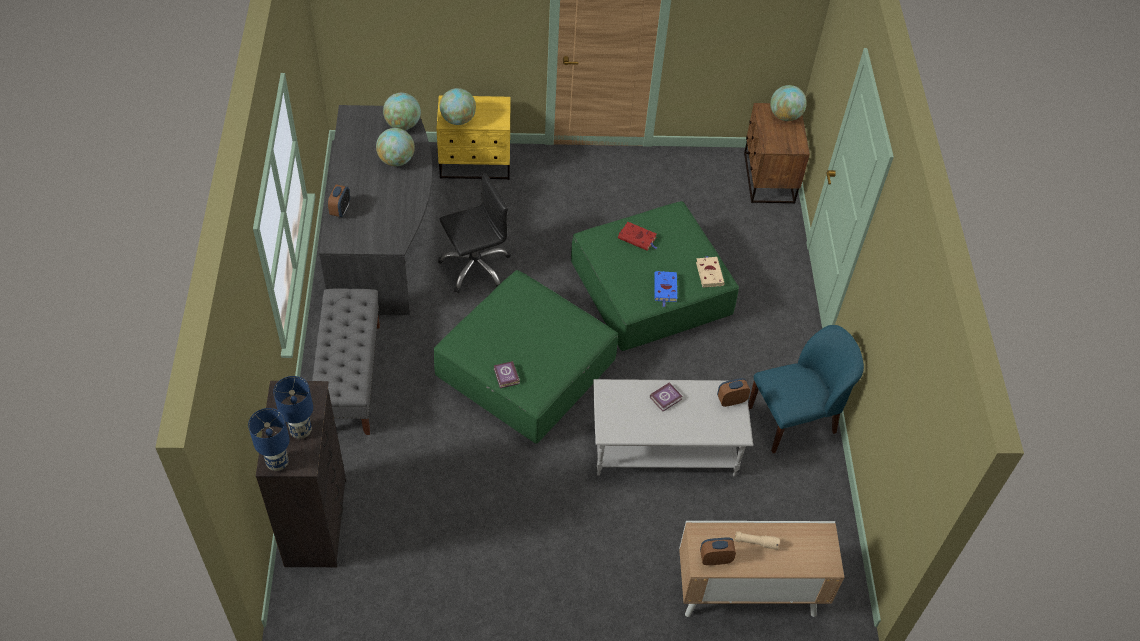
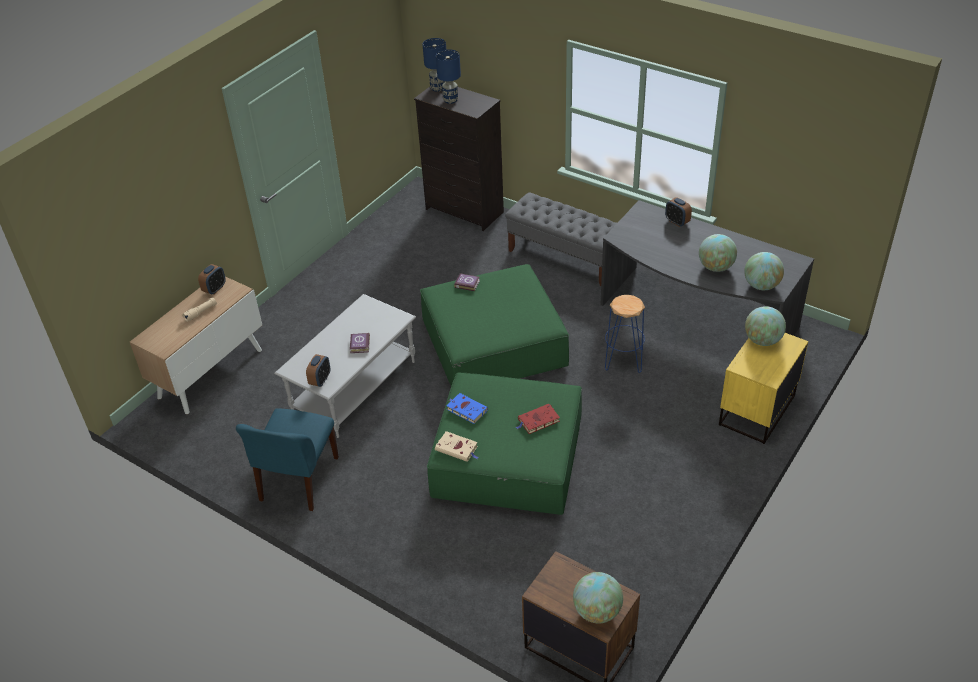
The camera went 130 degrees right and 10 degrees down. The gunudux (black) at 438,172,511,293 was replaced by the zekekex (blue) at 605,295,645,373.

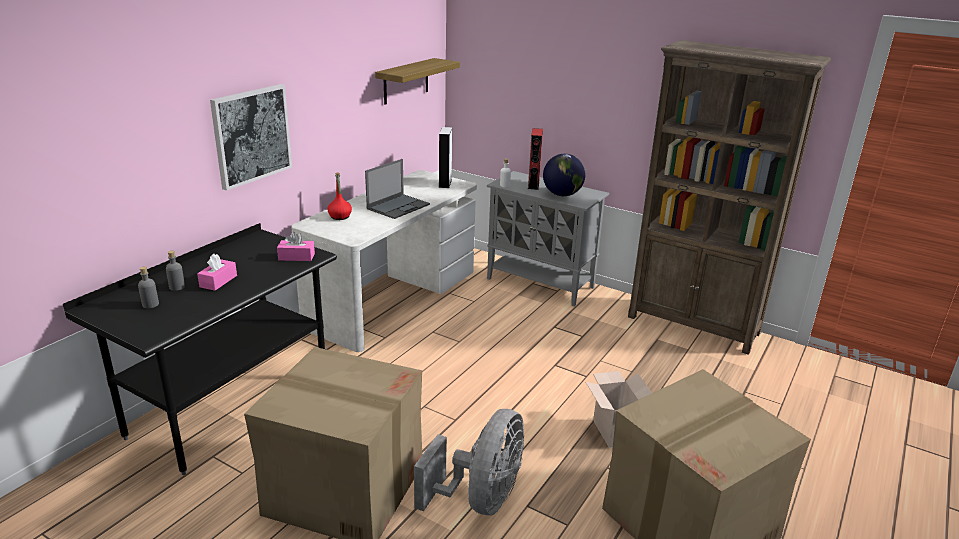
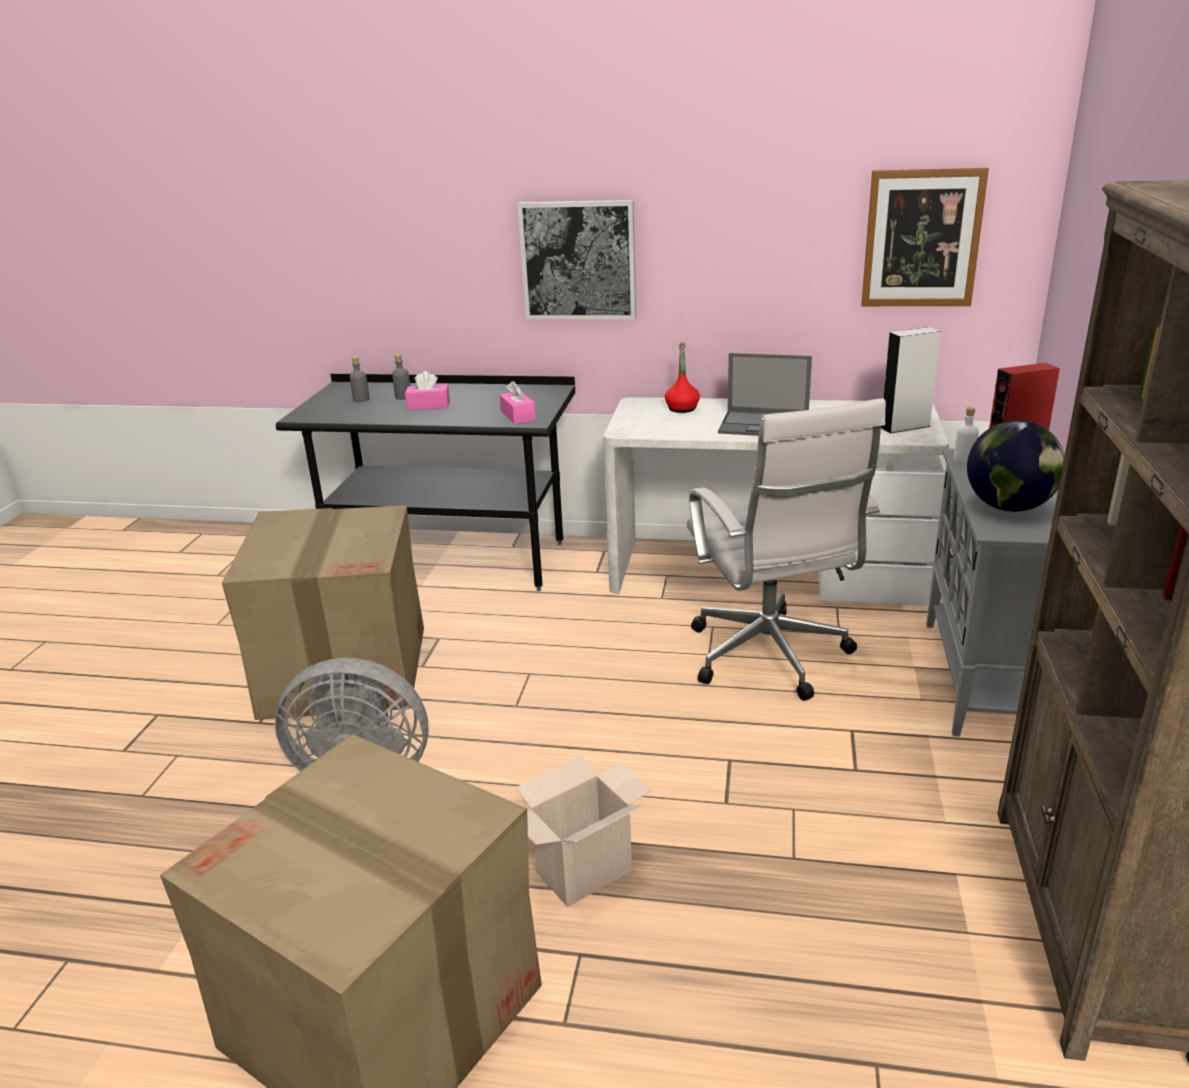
The camera went 70 degrees right and 0 degrees up. The gunudux (white) at 687,398,886,701 appeared. The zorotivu at 375,58,460,105 was replaced by the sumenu at 861,168,989,306.

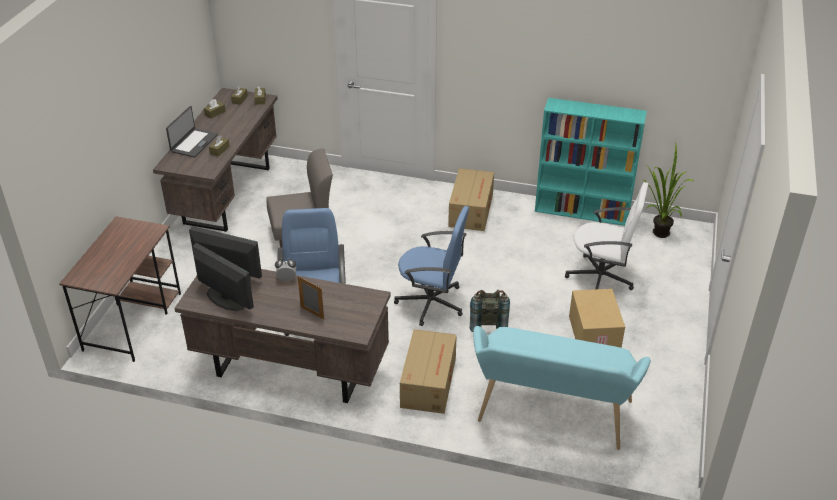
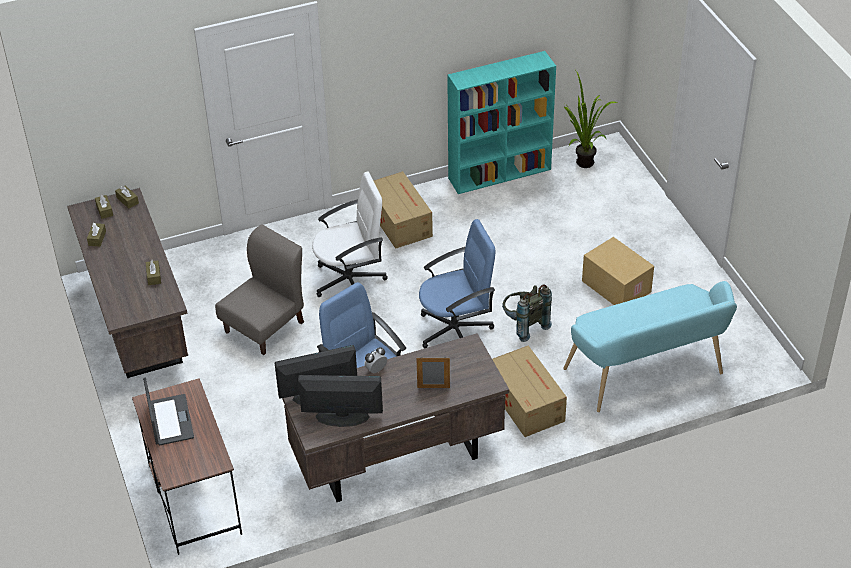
The camera went 35 degrees left and 5 degrees up. The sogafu moved from 166,106,218,158 to 143,378,194,446. The gunudux (white) moved from 565,182,648,290 to 312,172,388,297.

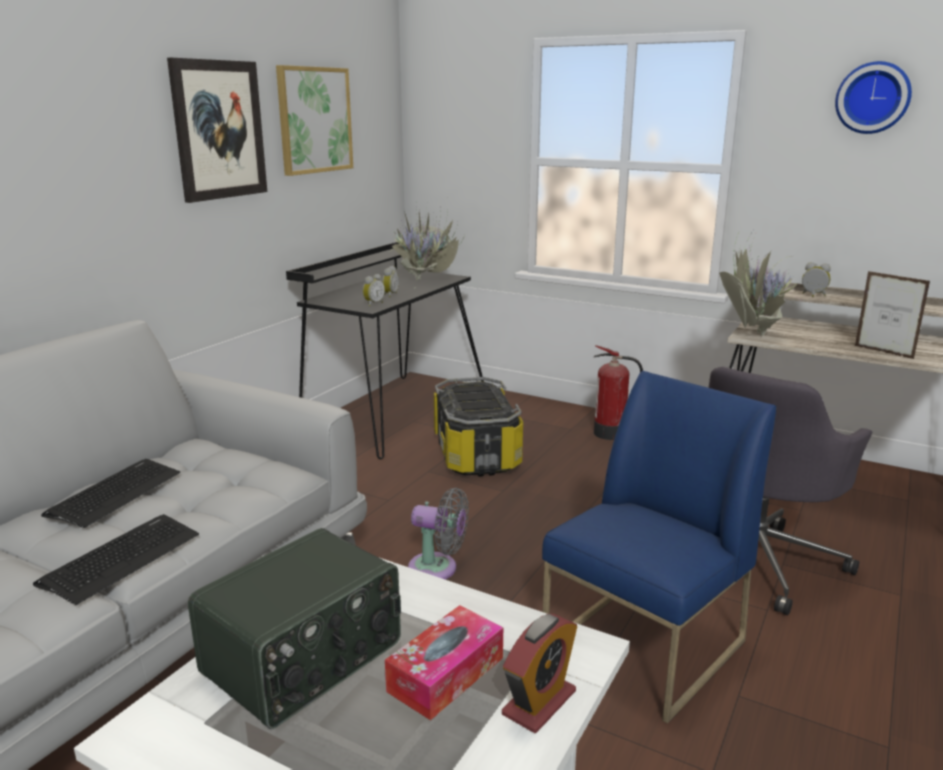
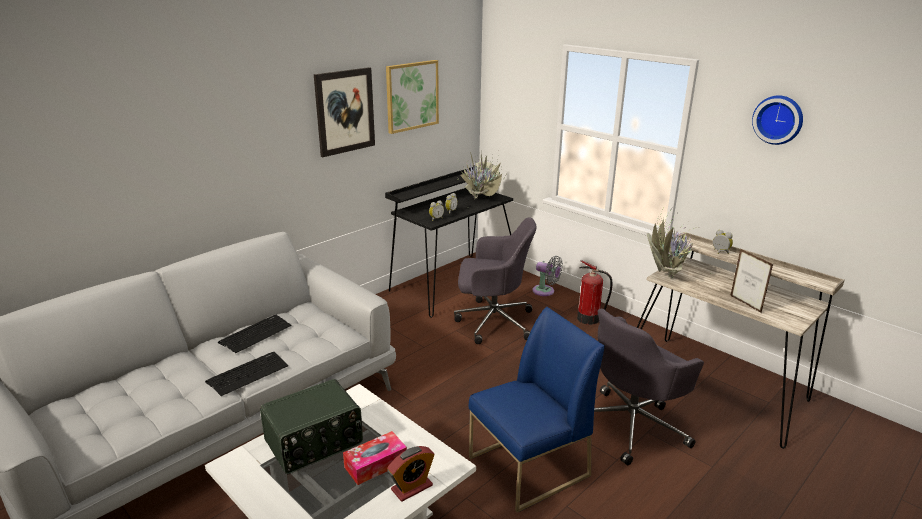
The camera went 15 degrees right and 5 degrees up. The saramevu at 434,377,523,477 was replaced by the gunudux (grey) at 454,217,537,344. The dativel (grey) moved from 408,488,469,579 to 532,256,563,296.

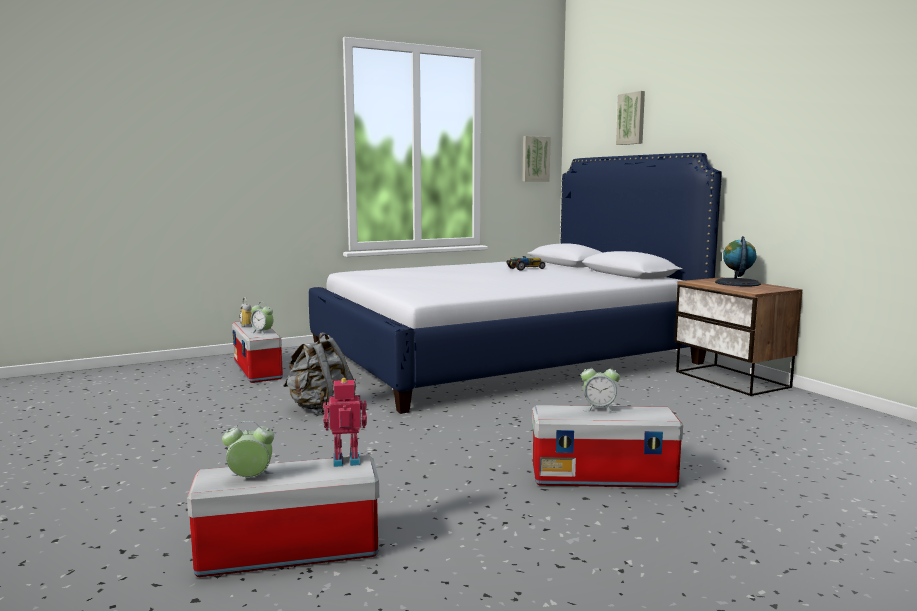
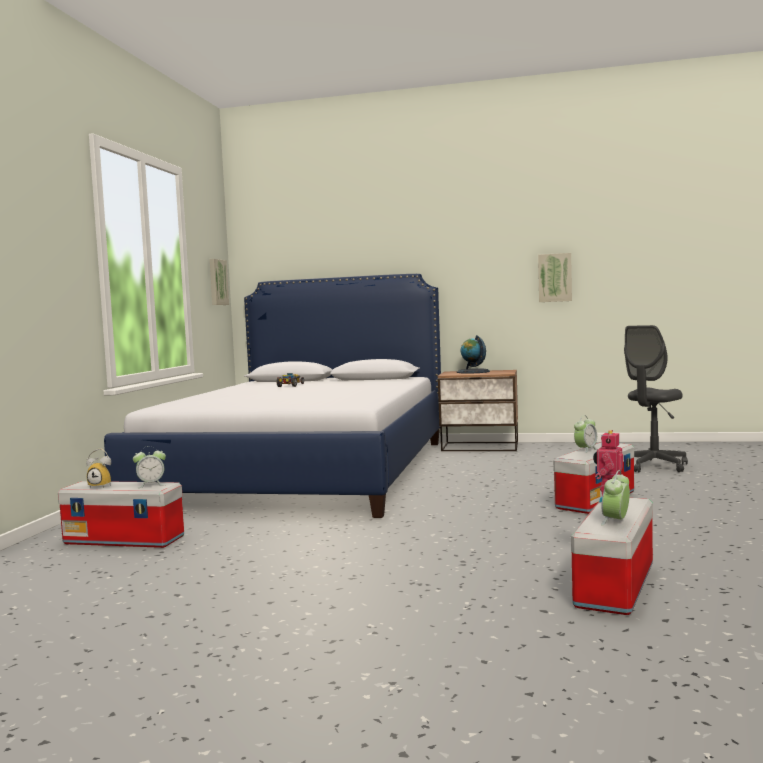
The camera went 50 degrees left and 5 degrees down. The sumenu moved from 616,91,645,145 to 538,253,572,302. The gunudux (grey) at 624,325,688,472 appeared. The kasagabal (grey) at 283,332,355,414 disappeared.

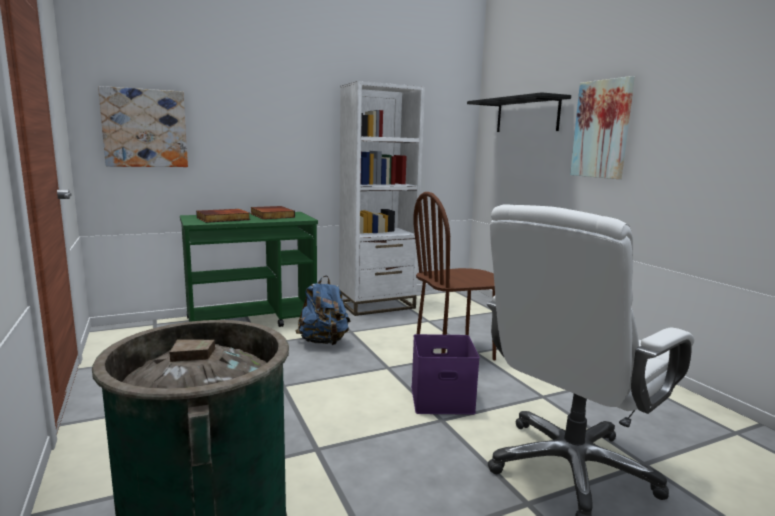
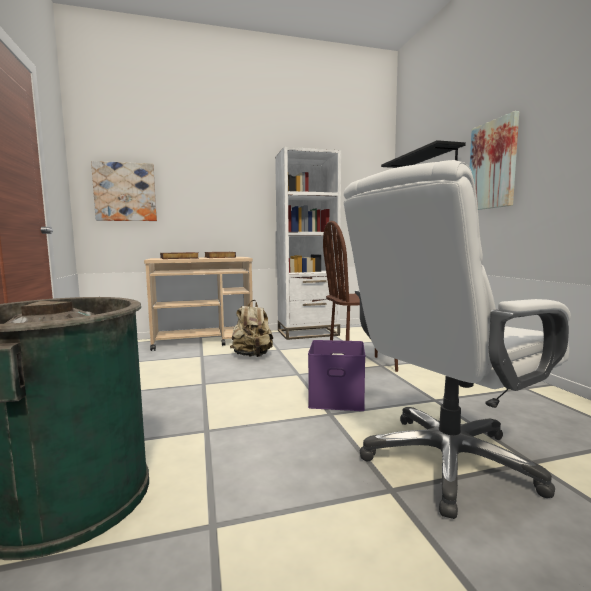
The camera went 10 degrees right and 5 degrees down. The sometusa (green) at 180,212,318,327 became the sometusa (beige) at 144,257,253,351. The kasagabal (blue) at 295,275,350,345 became the kasagabal (beige) at 230,300,273,357.

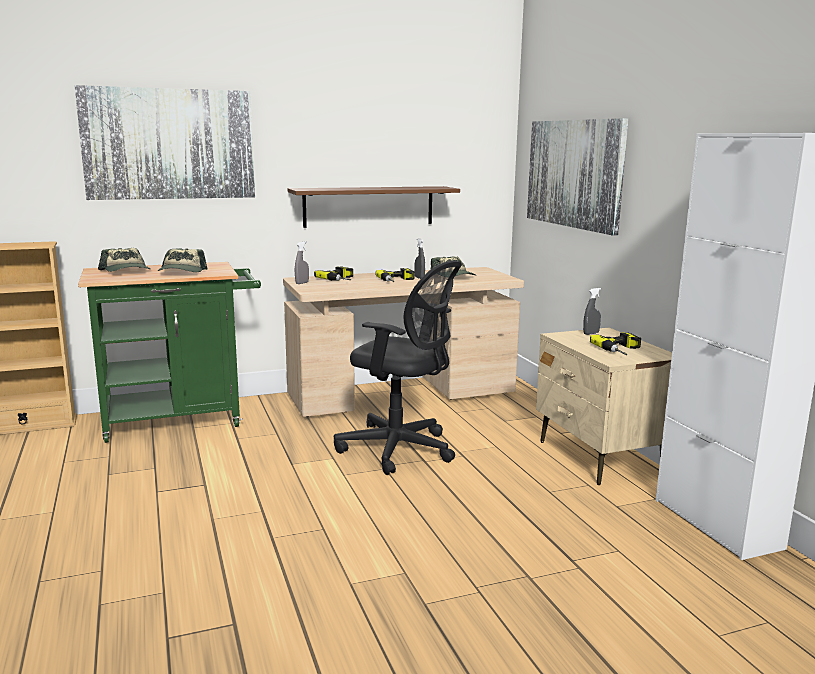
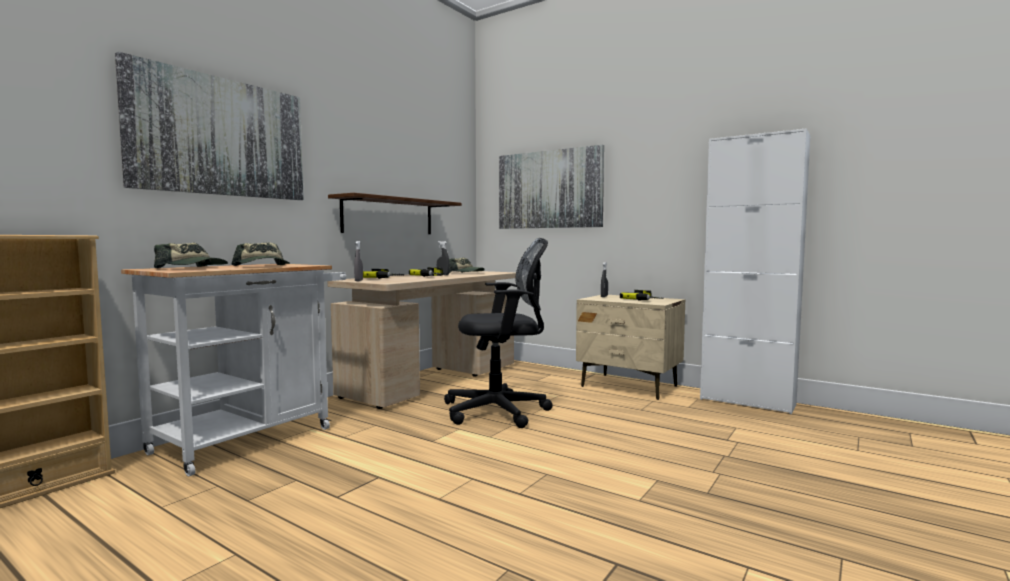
The camera went 35 degrees left and 10 degrees down. The sometusa (green) at 78,262,261,443 became the sometusa (white) at 121,264,346,476.

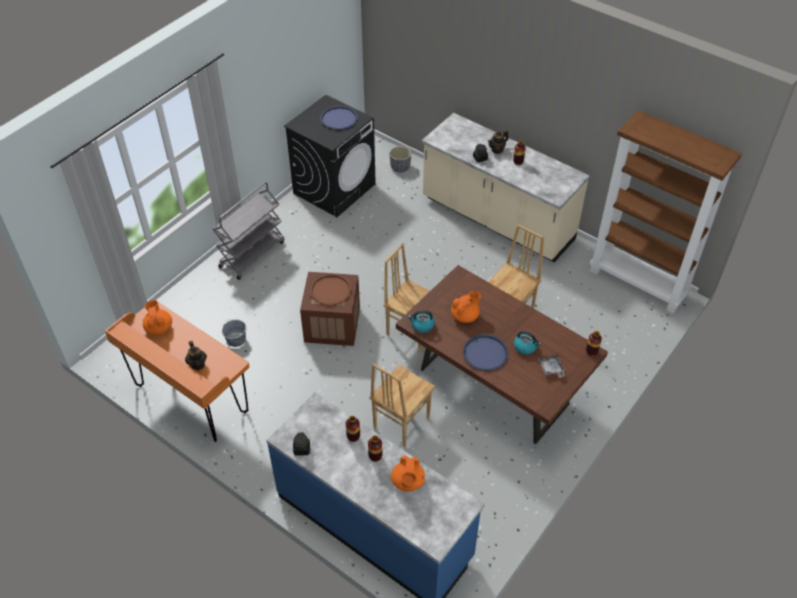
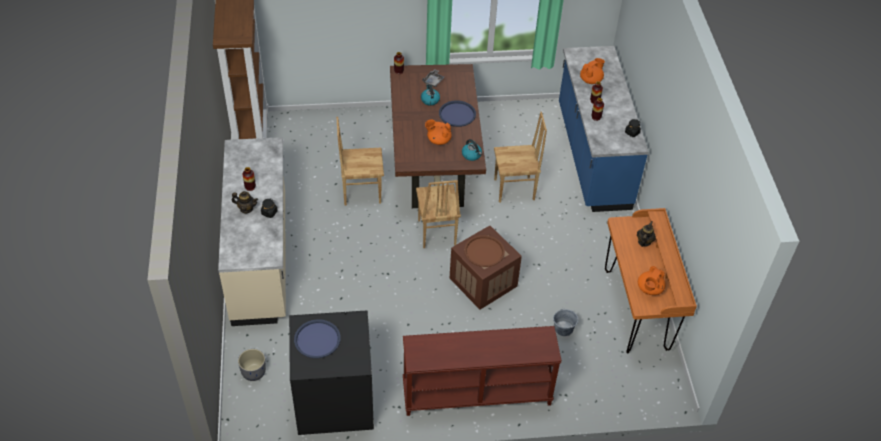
The camera went 135 degrees left and 0 degrees up. The sometusa (grey) at 213,182,285,280 was replaced by the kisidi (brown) at 403,326,562,416.

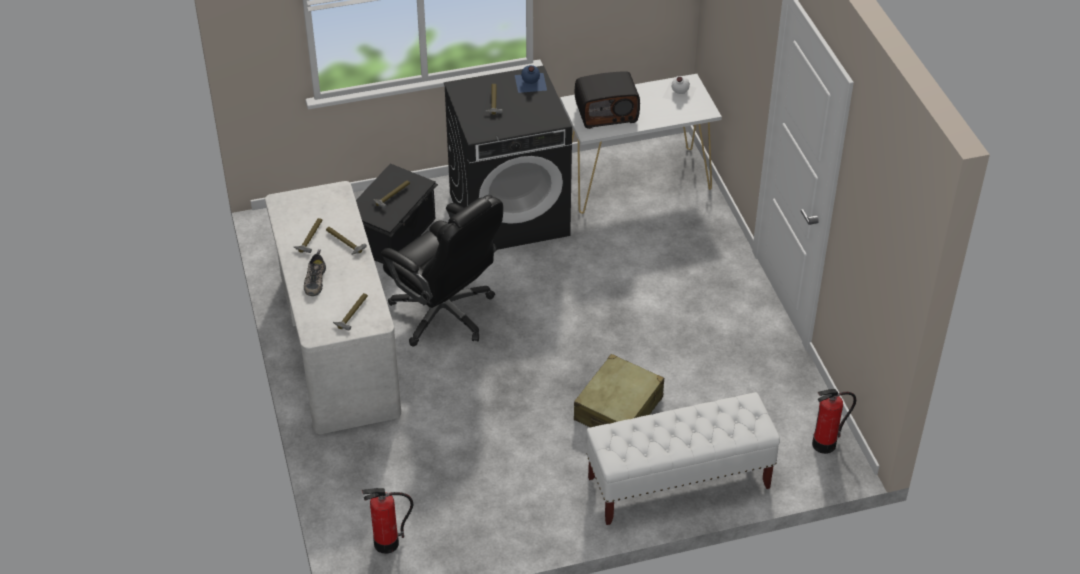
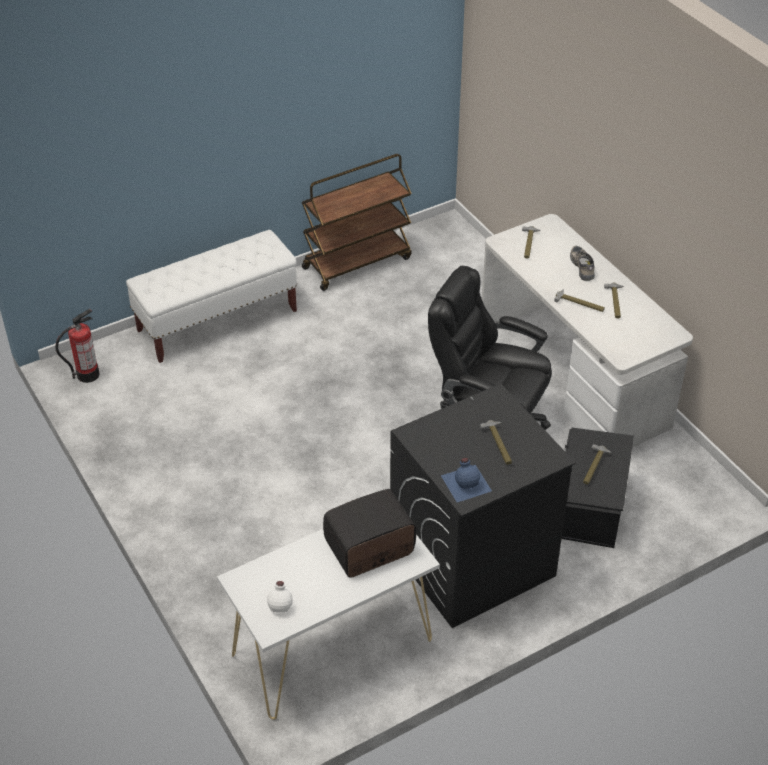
The camera went 165 degrees right and 0 degrees up. The sometusa (brown) at 302,154,412,291 appeared. The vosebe at 362,488,414,554 disappeared. The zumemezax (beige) at 574,354,664,427 disappeared.

